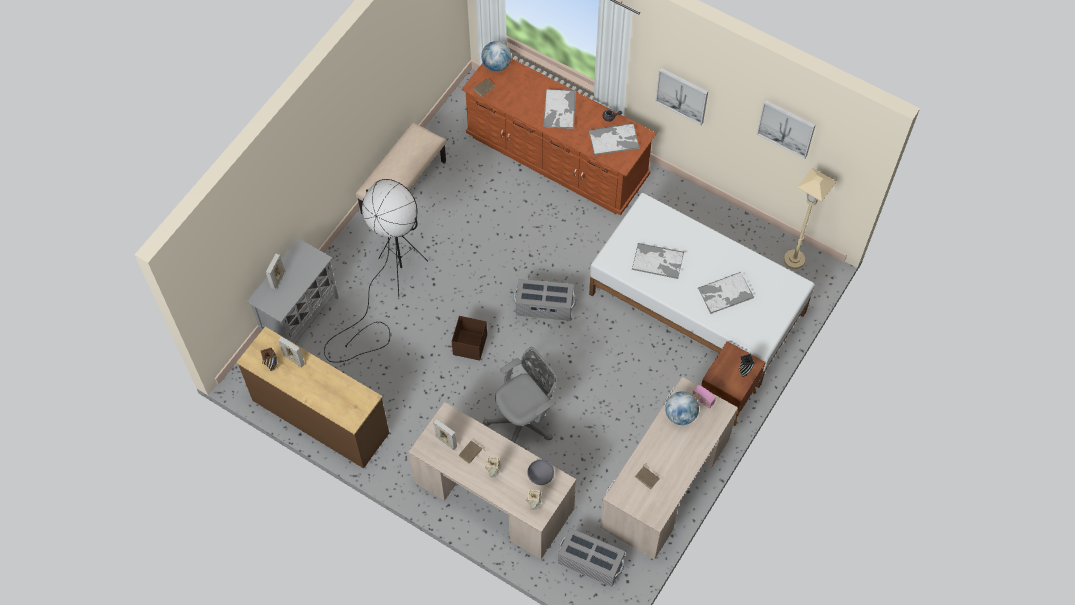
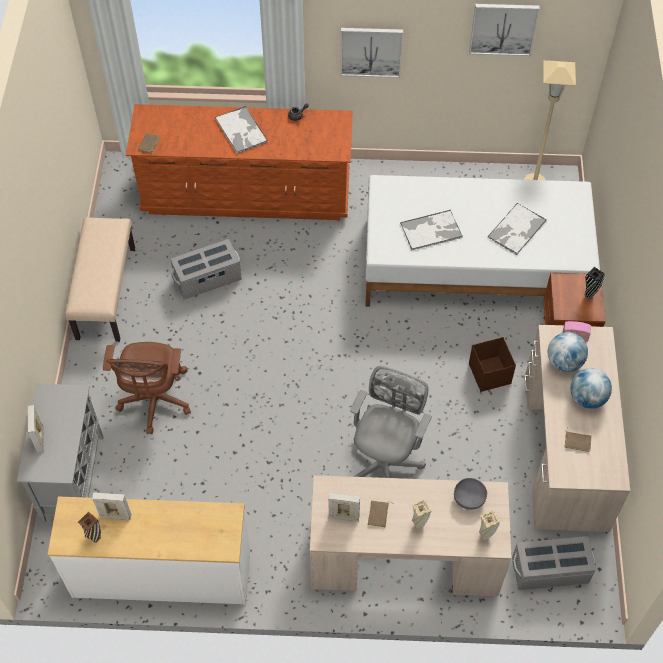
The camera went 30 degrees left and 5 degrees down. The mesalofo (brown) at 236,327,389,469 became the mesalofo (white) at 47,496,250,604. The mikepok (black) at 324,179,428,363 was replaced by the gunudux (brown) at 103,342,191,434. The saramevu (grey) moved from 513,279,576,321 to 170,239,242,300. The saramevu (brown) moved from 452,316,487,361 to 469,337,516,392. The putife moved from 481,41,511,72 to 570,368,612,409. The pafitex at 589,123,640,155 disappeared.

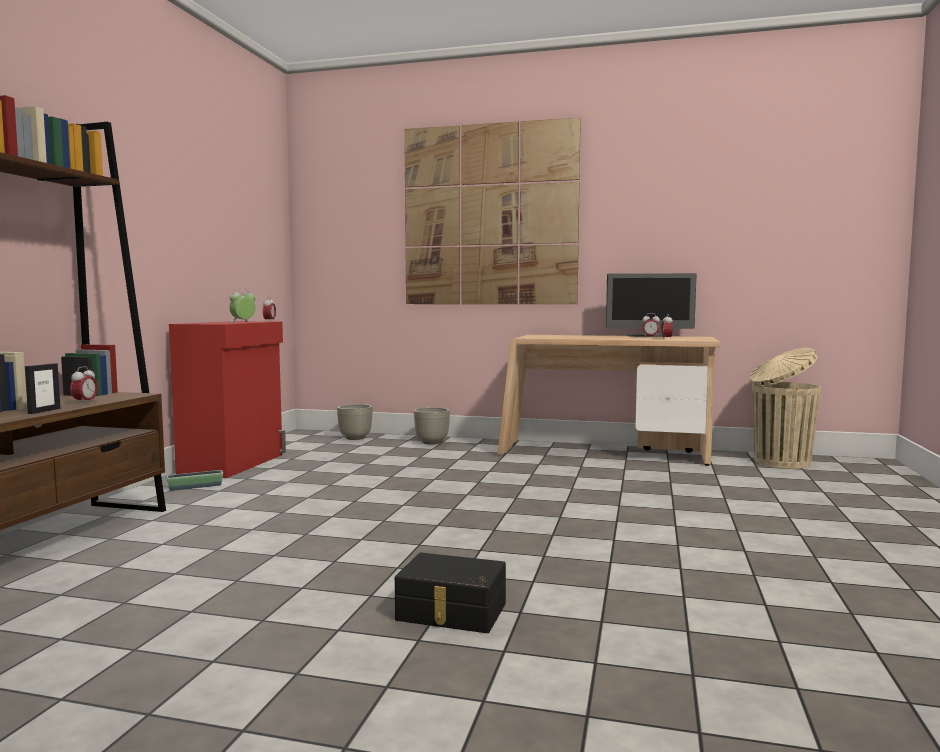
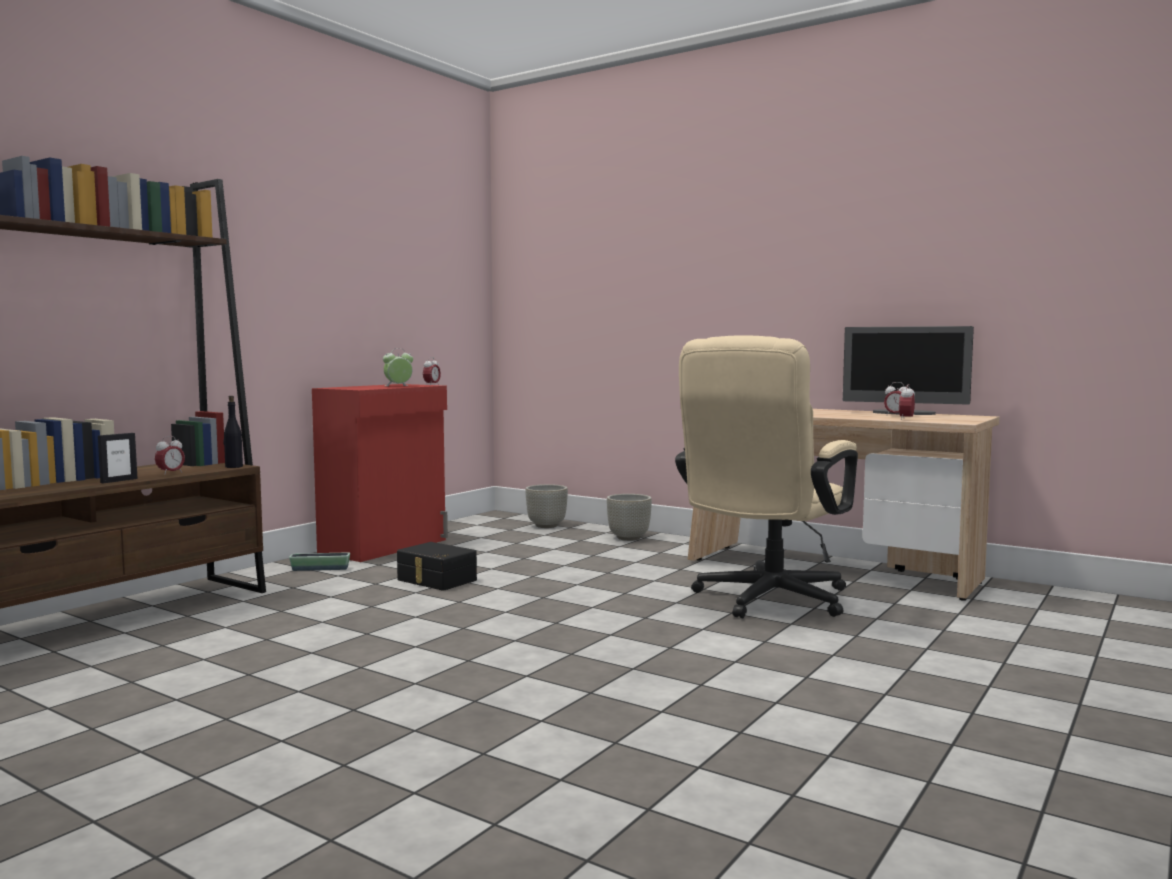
The camera went 20 degrees right and 0 degrees up. The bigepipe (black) at 223,396,243,468 appeared. The saramevu (black) moved from 395,552,506,633 to 397,542,477,591. The gunudux (beige) at 675,335,858,618 appeared. The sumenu at 404,117,581,304 disappeared. The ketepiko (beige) at 749,348,821,469 disappeared.

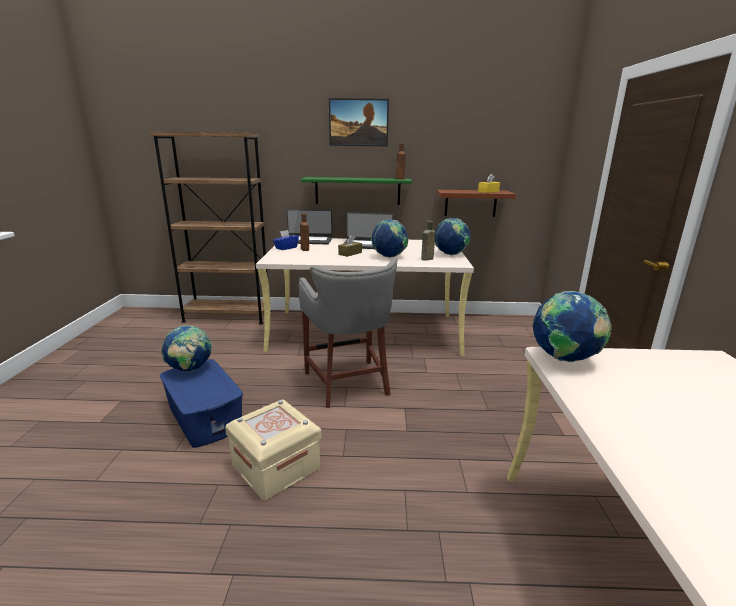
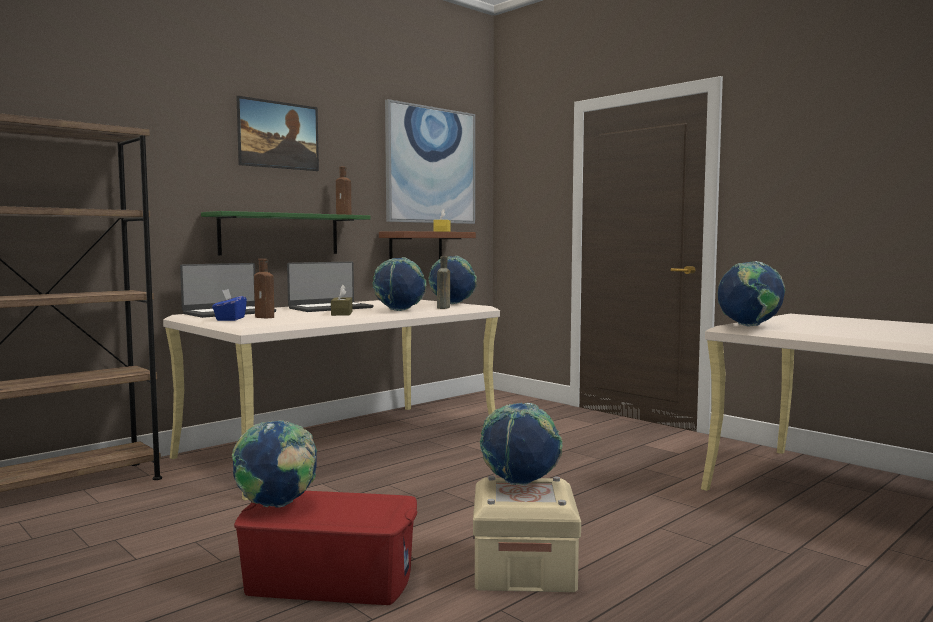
The camera went 45 degrees left and 15 degrees down. The saramevu (blue) at 160,359,243,448 became the saramevu (red) at 234,491,417,605. The sumenu at 385,99,475,224 appeared. The putife at 480,403,563,485 appeared. The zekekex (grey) at 299,259,398,408 disappeared.

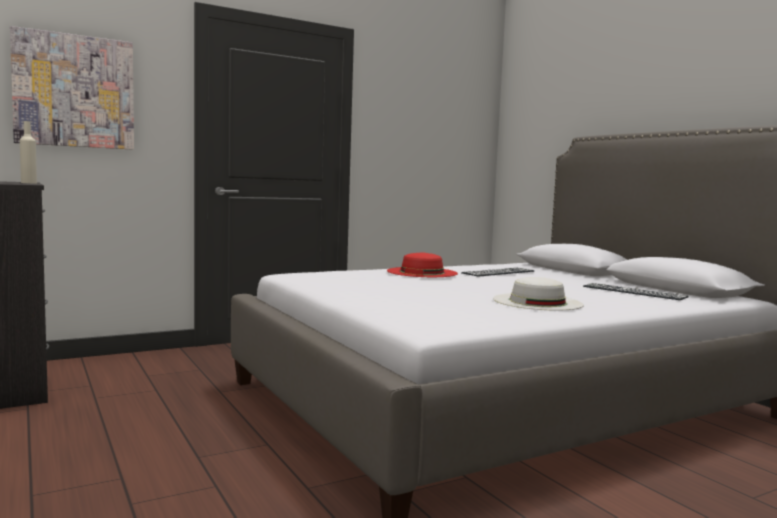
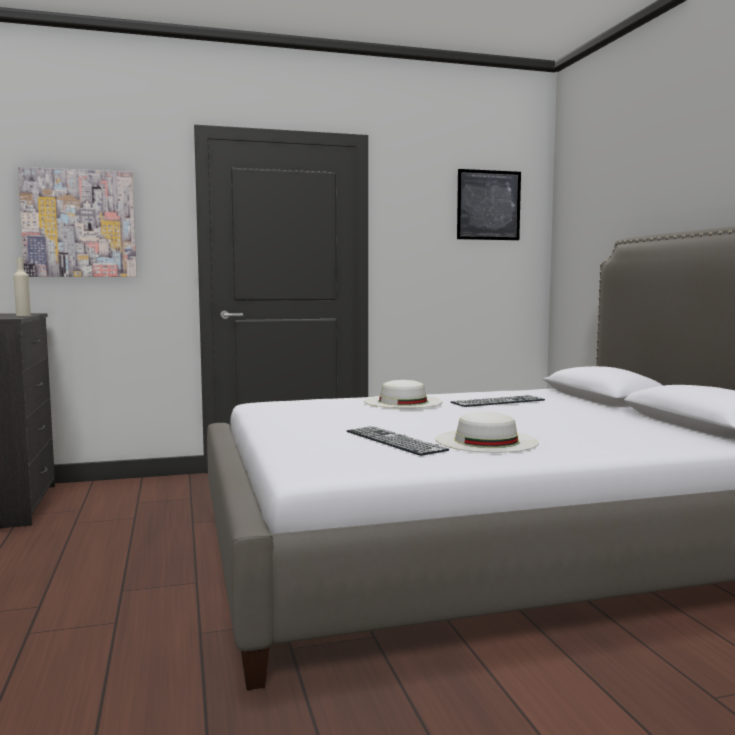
The camera went 15 degrees right and 0 degrees up. The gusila moved from 583,283,689,300 to 347,426,449,456. The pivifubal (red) at 387,252,458,277 became the pivifubal (white) at 364,380,442,408. The sumenu at 457,169,521,240 appeared.

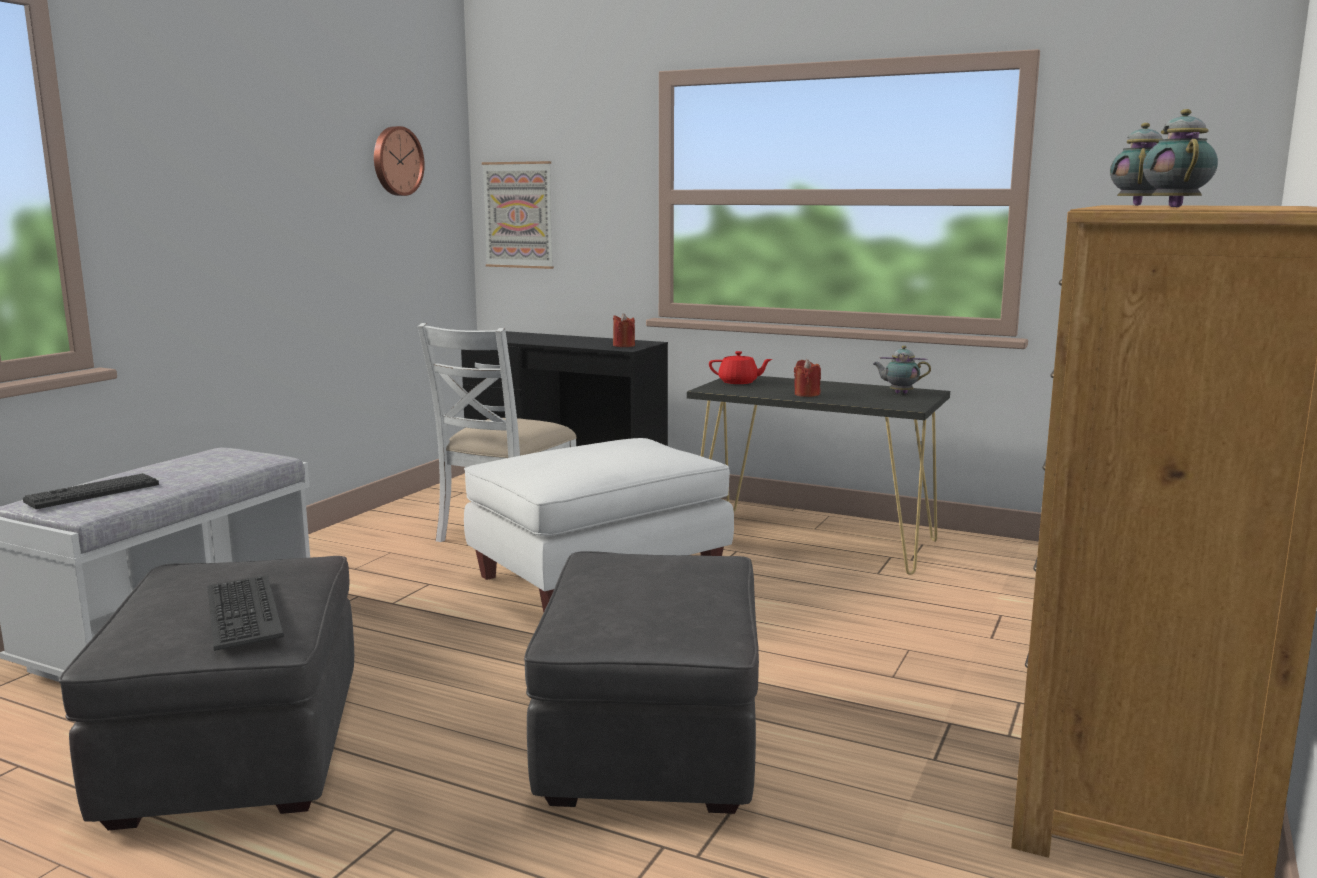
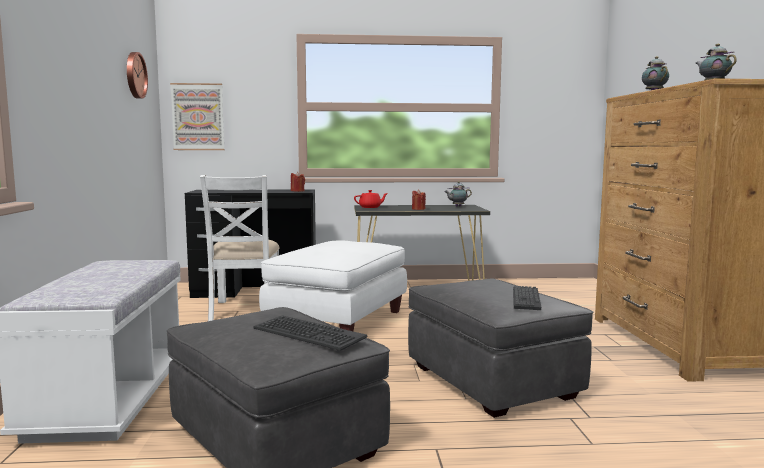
The camera went 30 degrees left and 5 degrees down. The gusila moved from 23,473,159,509 to 513,286,541,310.

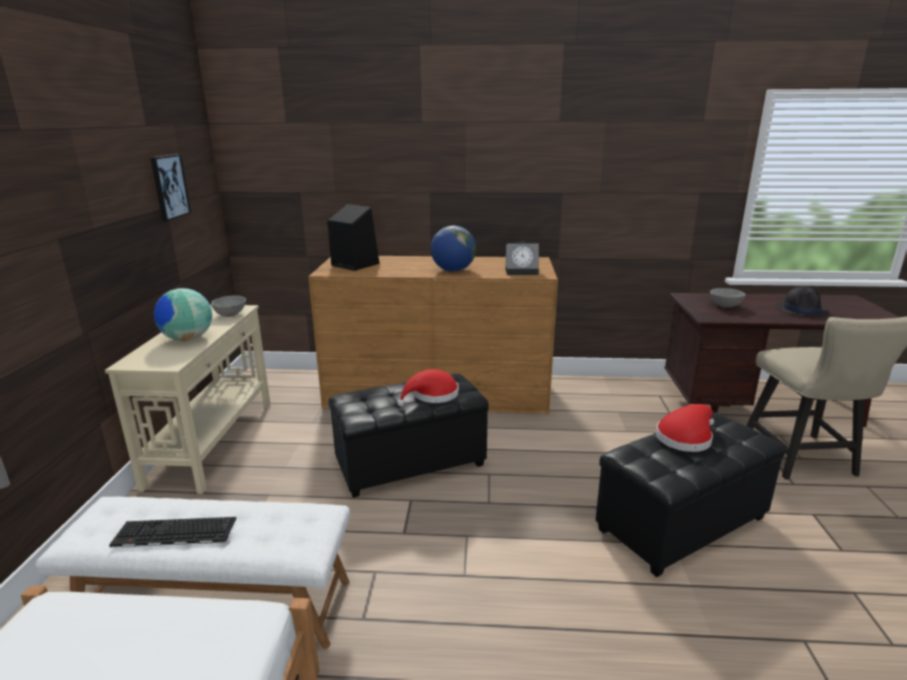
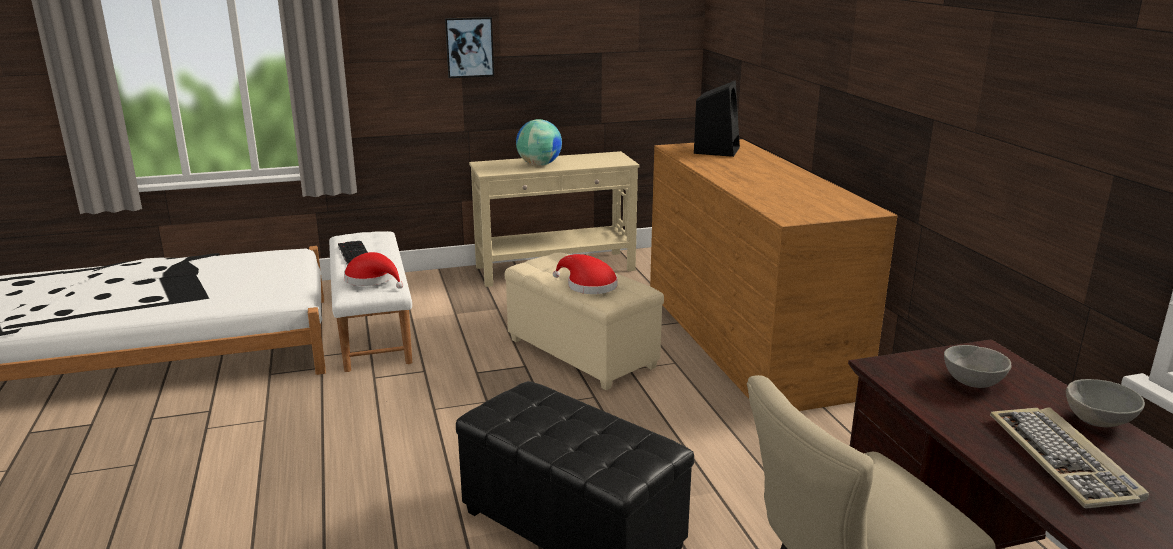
The camera went 70 degrees right and 0 degrees up. The pivifubal (red) moved from 656,404,714,452 to 344,252,403,289. The sumenu moved from 150,154,191,221 to 445,17,494,78. The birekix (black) at 329,374,489,498 became the birekix (beige) at 505,253,664,390. The pivifubal (black) at 776,287,830,317 was replaced by the gusila at 990,407,1149,508. The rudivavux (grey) moved from 211,296,246,317 to 1066,379,1145,427. The putife at 431,226,476,272 disappeared. The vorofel at 506,241,539,275 disappeared.

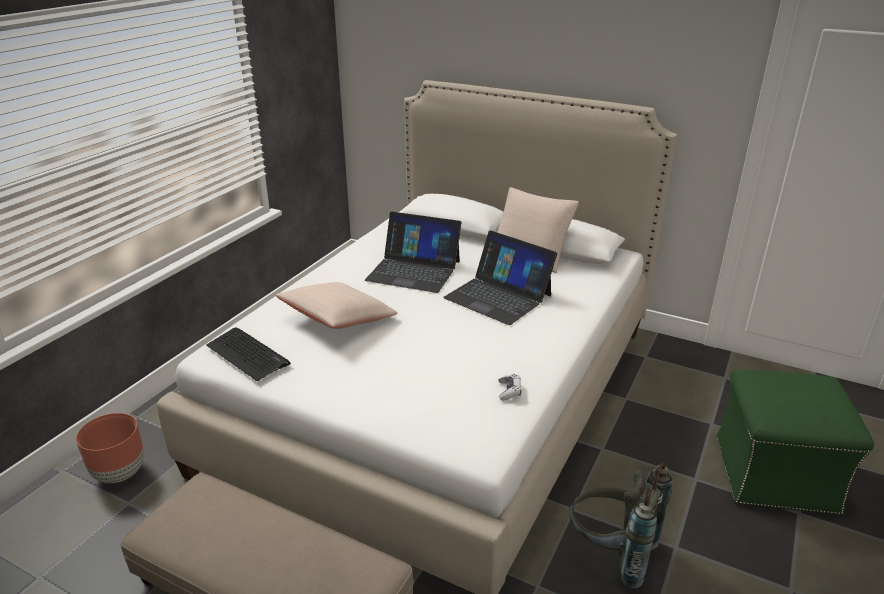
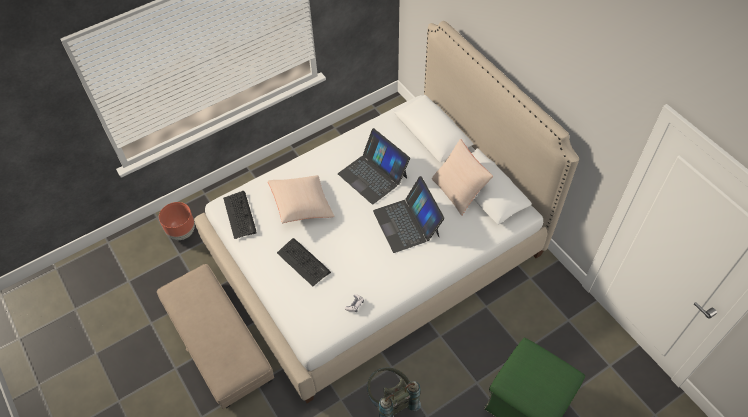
The camera went 30 degrees right and 25 degrees up. The gusila at 277,238,331,286 appeared.

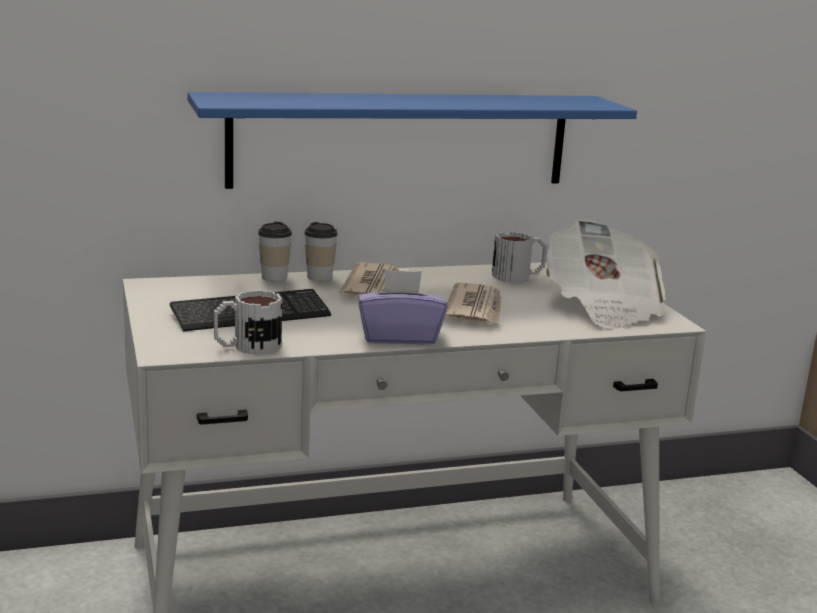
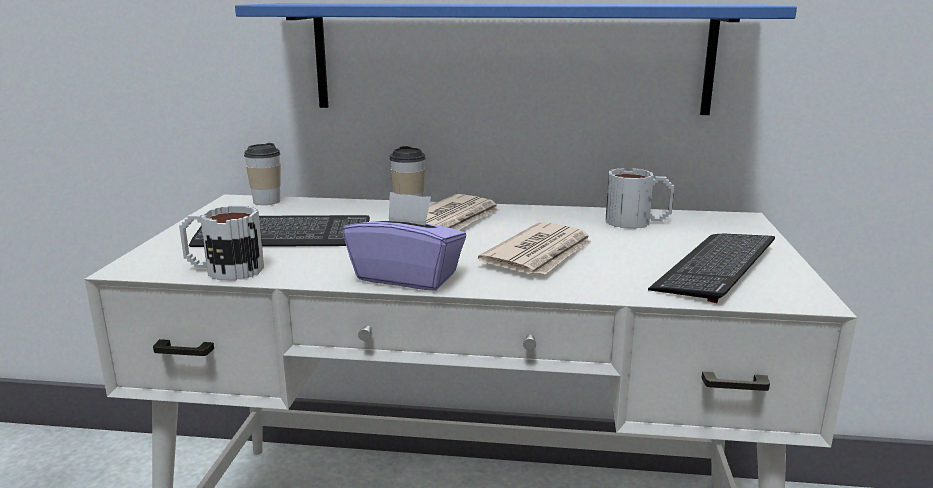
The camera went 25 degrees right and 0 degrees up. The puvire moved from 258,222,292,282 to 244,143,281,205. The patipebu at 545,219,666,329 was replaced by the gusila at 648,234,775,303.

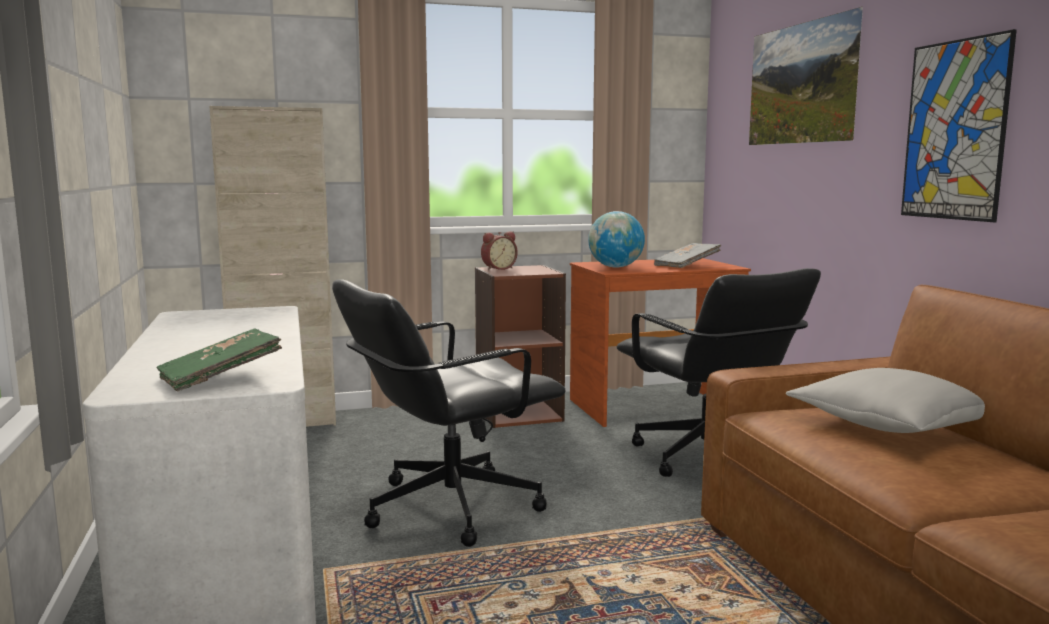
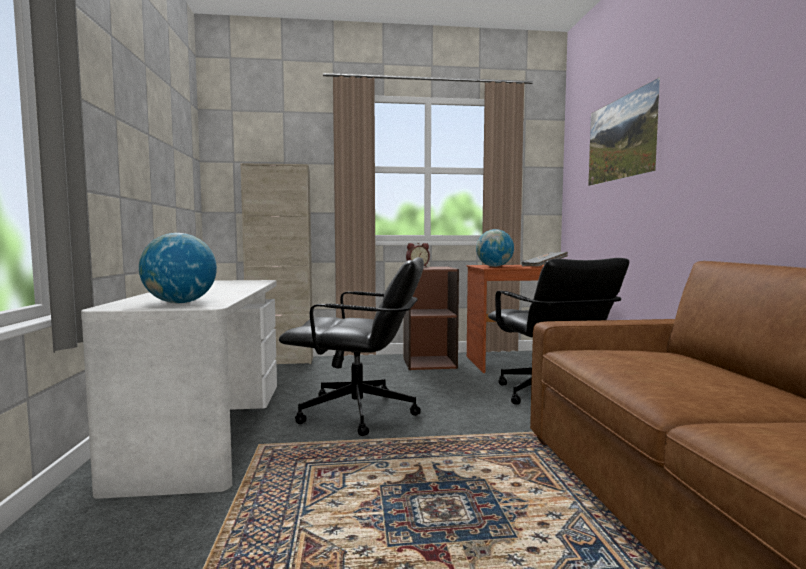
The camera went 10 degrees right and 5 degrees down. The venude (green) at 157,328,282,391 was replaced by the putife at 139,233,217,303. The gunudux (black) at 332,279,566,547 turned 150 degrees counterclockwise. The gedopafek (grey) at 786,368,985,433 disappeared. The sumenu at 901,29,1017,222 disappeared.

